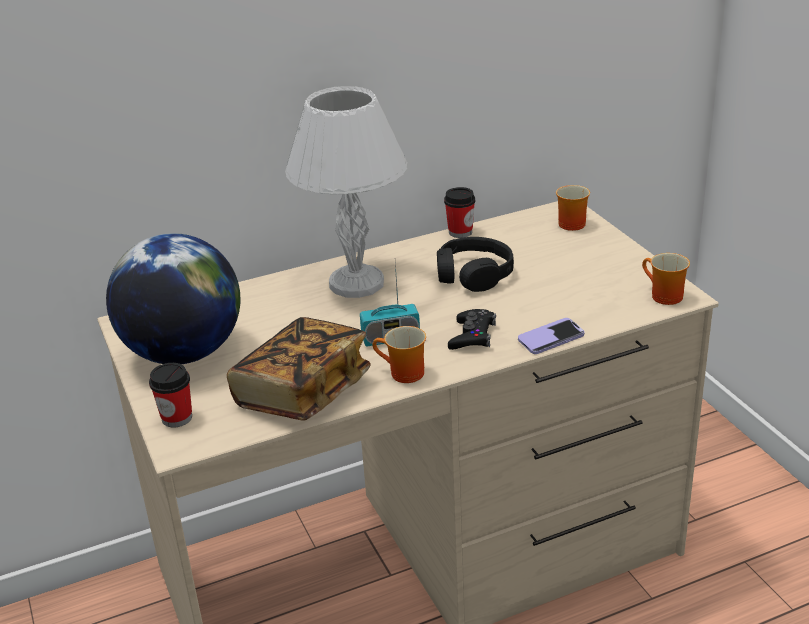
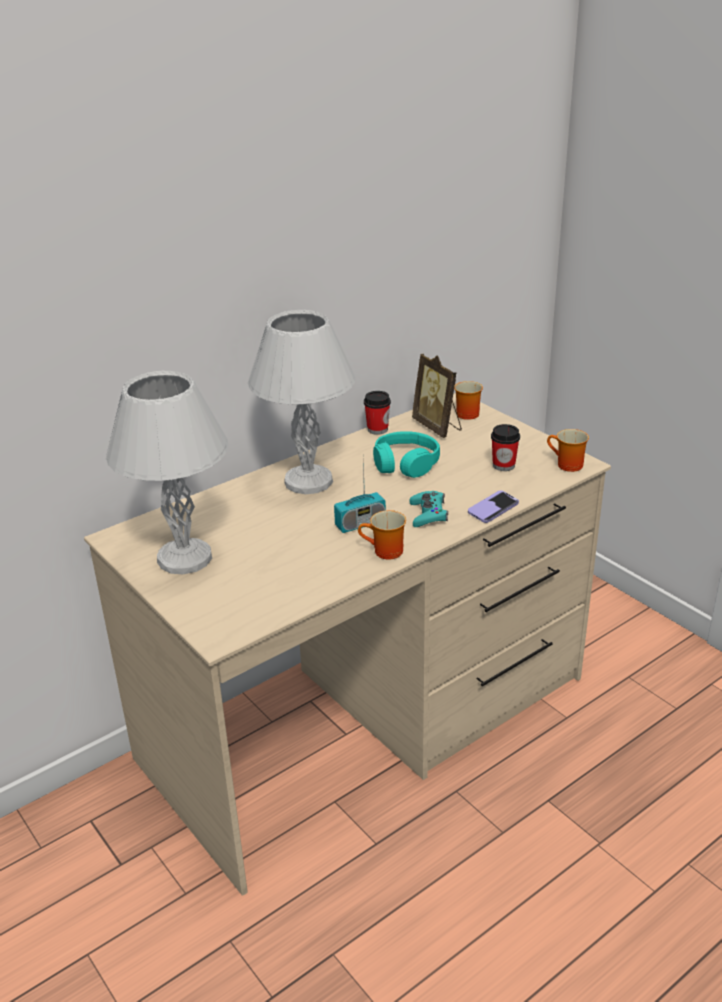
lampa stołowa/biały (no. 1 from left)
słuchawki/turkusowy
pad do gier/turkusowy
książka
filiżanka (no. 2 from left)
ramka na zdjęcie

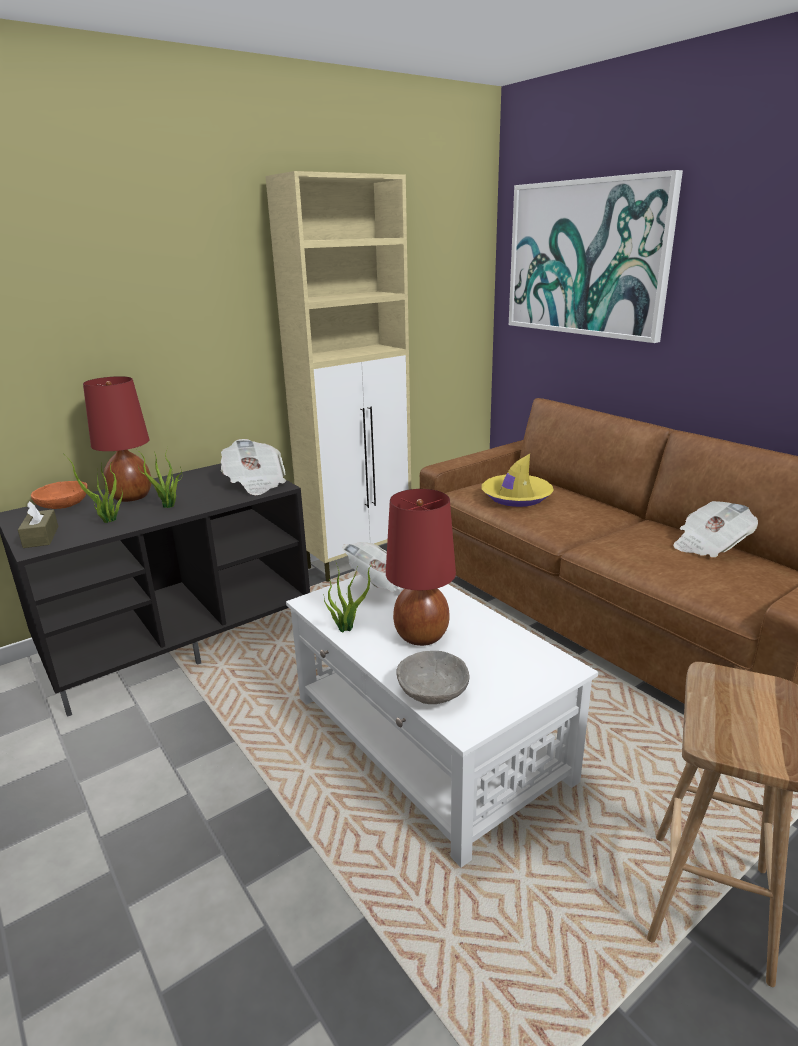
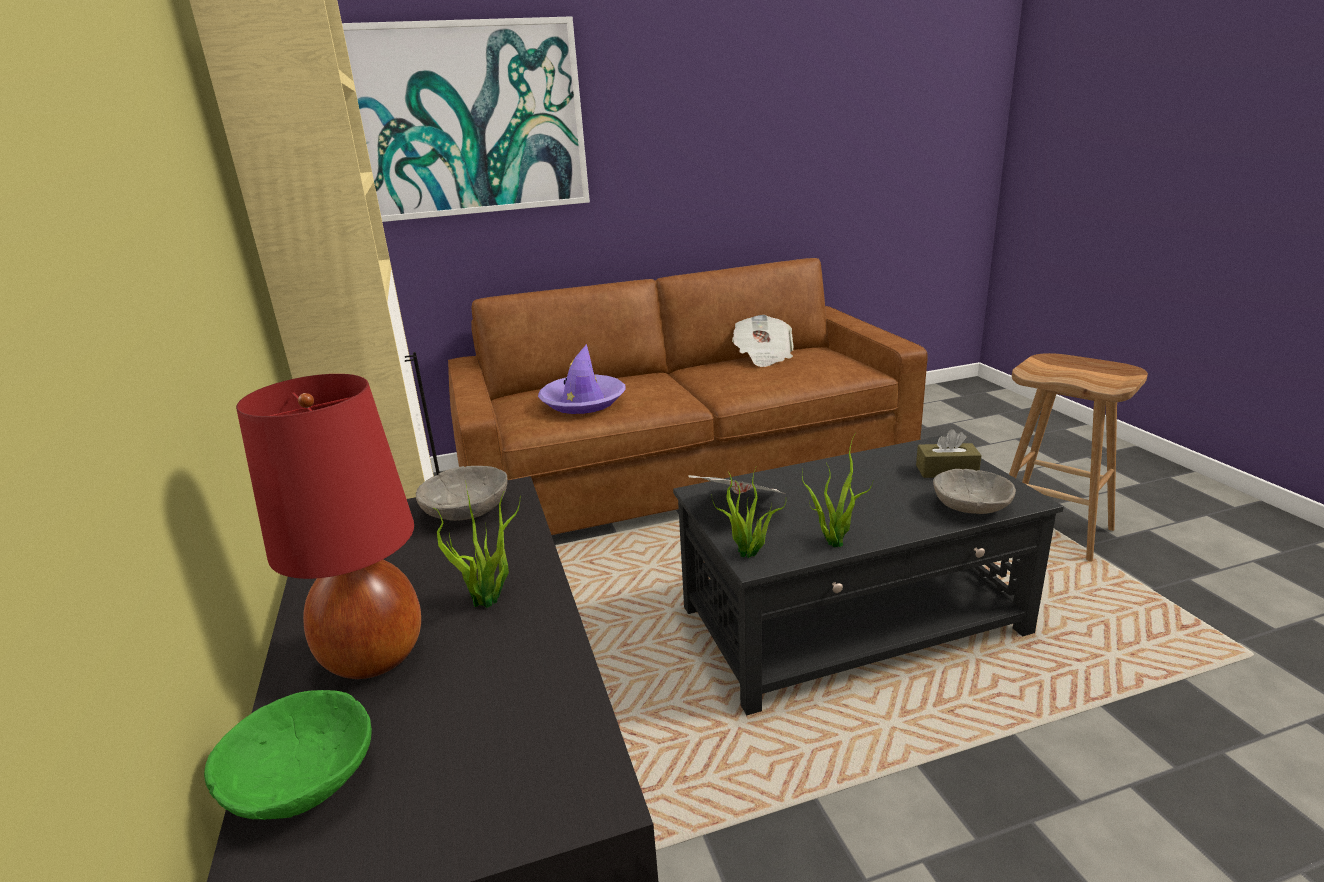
miska/szary (no. 1 from left)
kapelusz/fioletowy
roślina doniczkowa (no. 2 from left)
miska/zielony
lampa stołowa/czerwony (no. 2 from left in the first image)
pudełko chusteczek/brązowy
ława/czarny

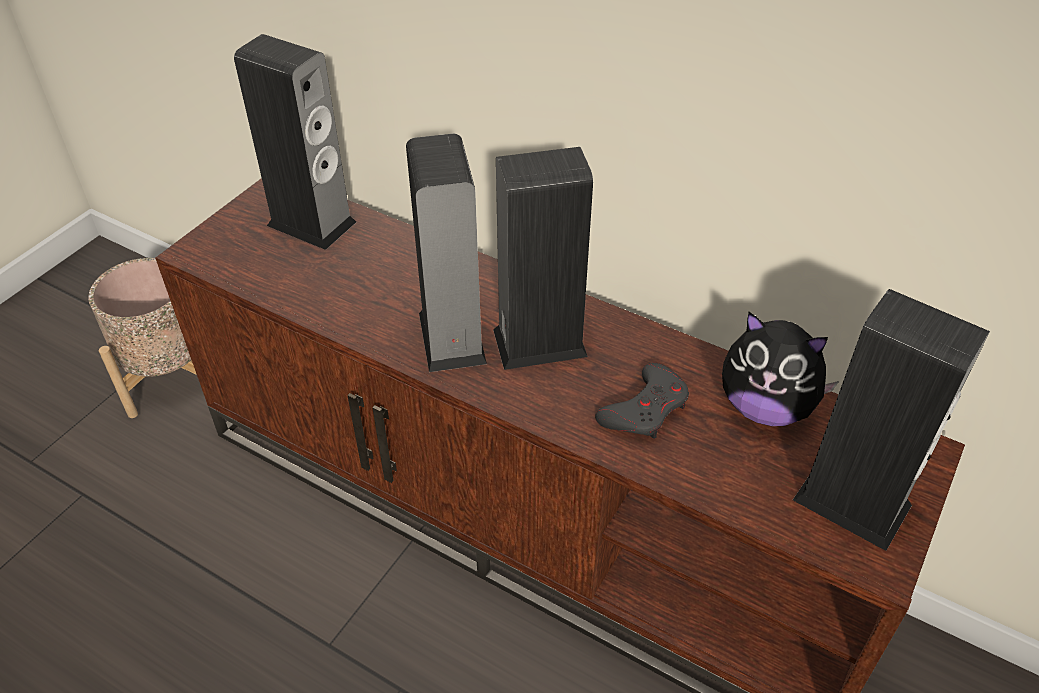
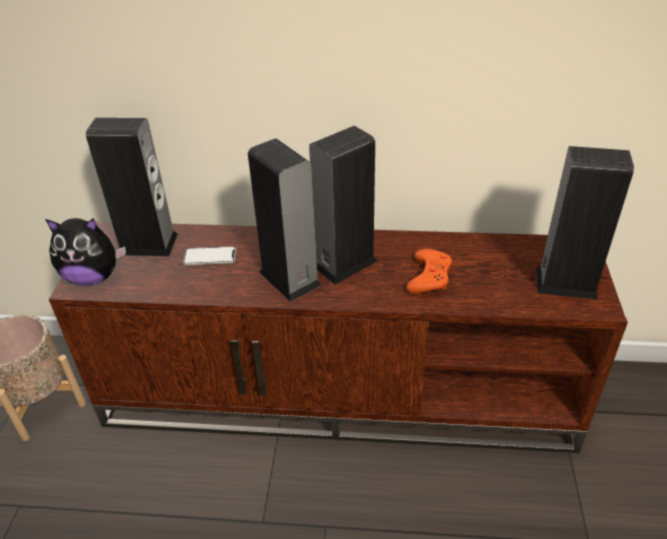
pluszak
pad do gier/pomarańczowy
telefon

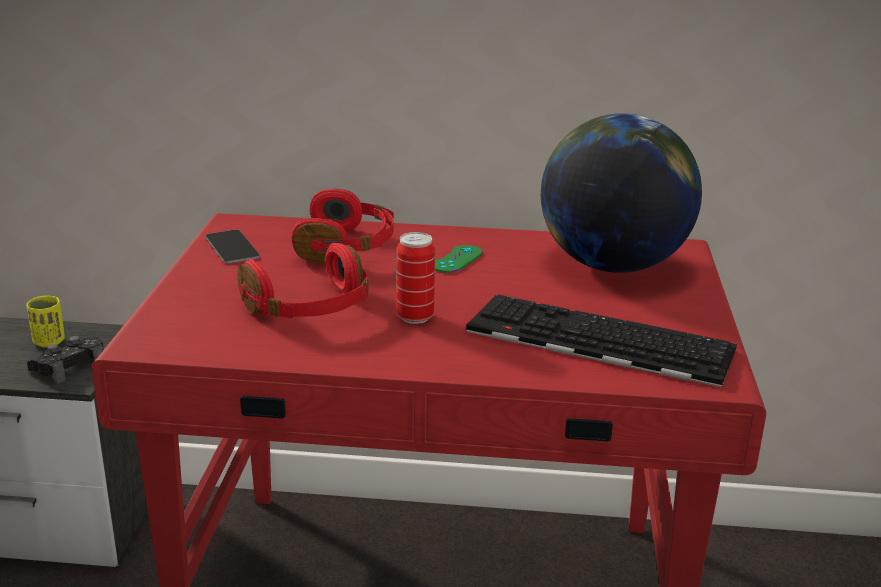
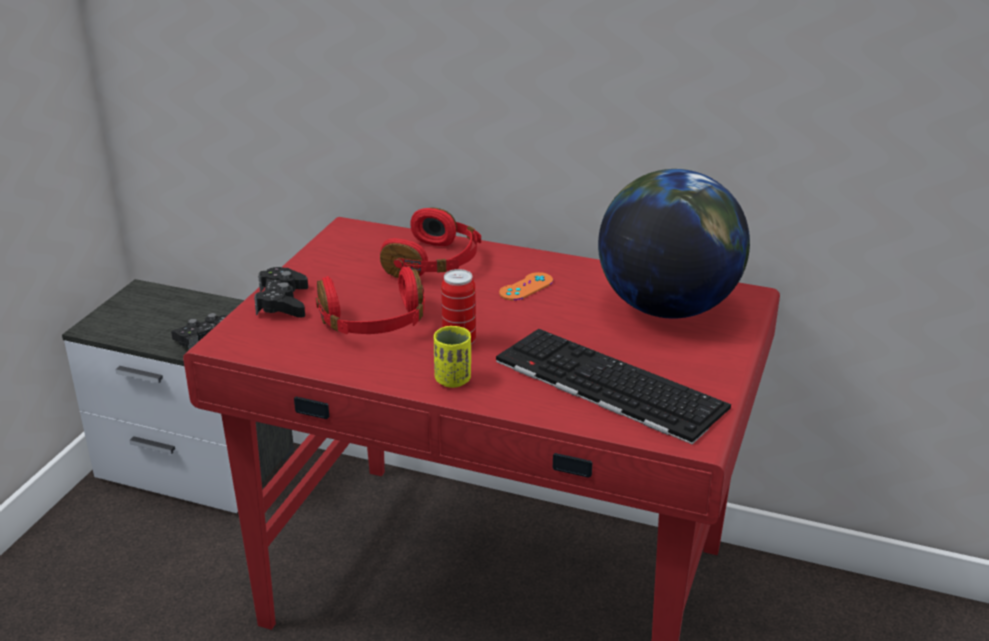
telefon
pad do gier/pomarańczowy
filiżanka/żółty
pad do gier/czarny (no. 2 from left)

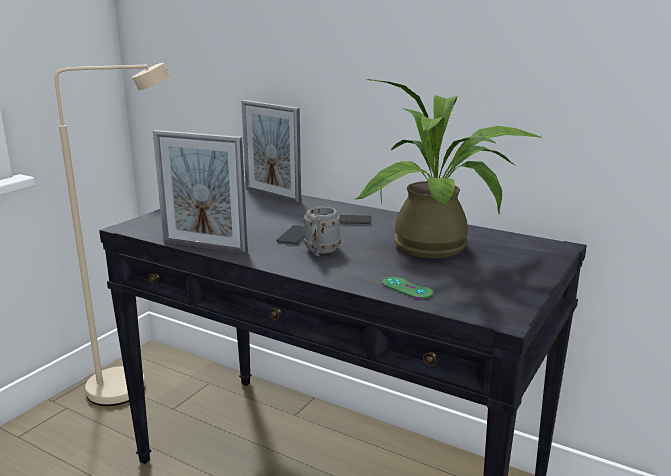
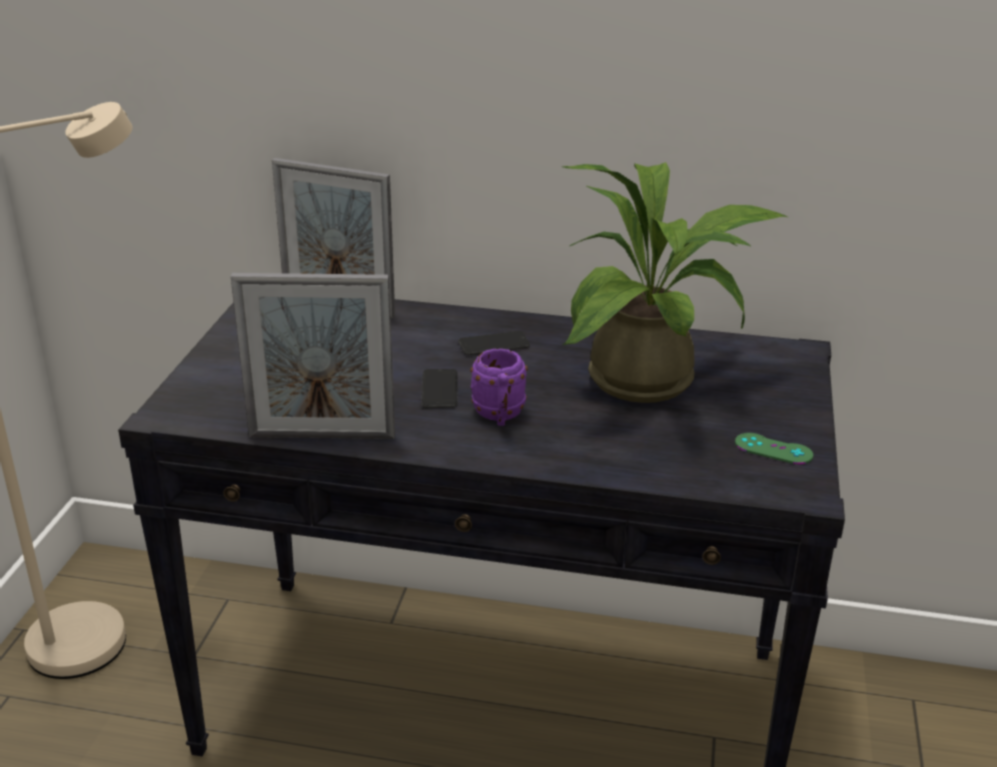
kubek/fioletowy
pad do gier/zielony

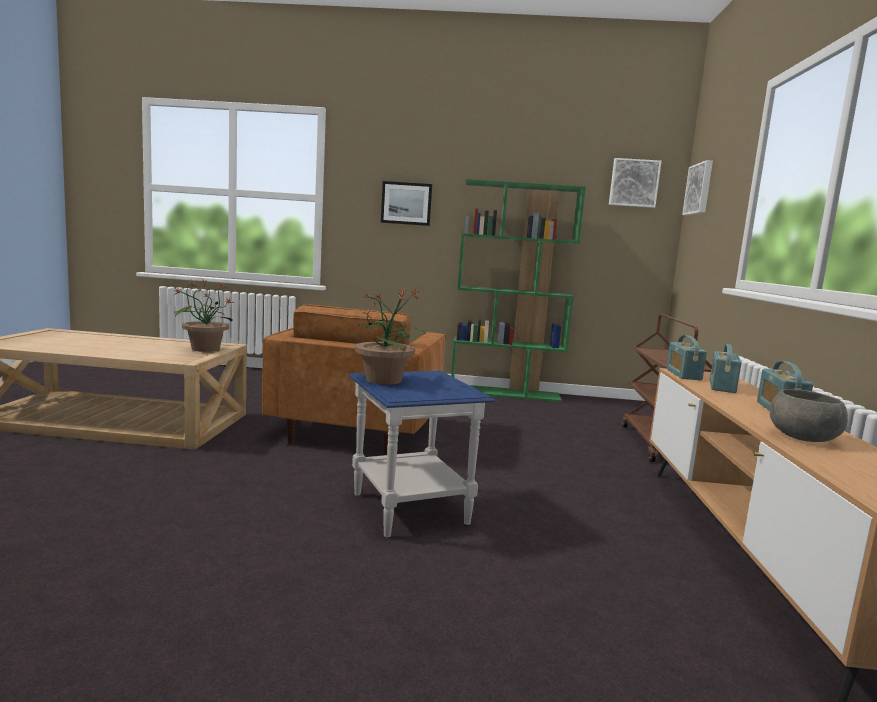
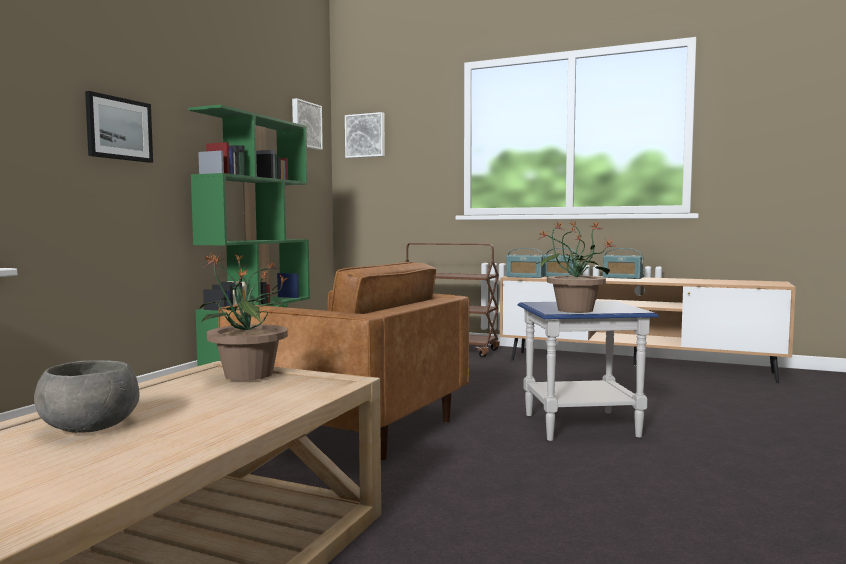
miska/szary

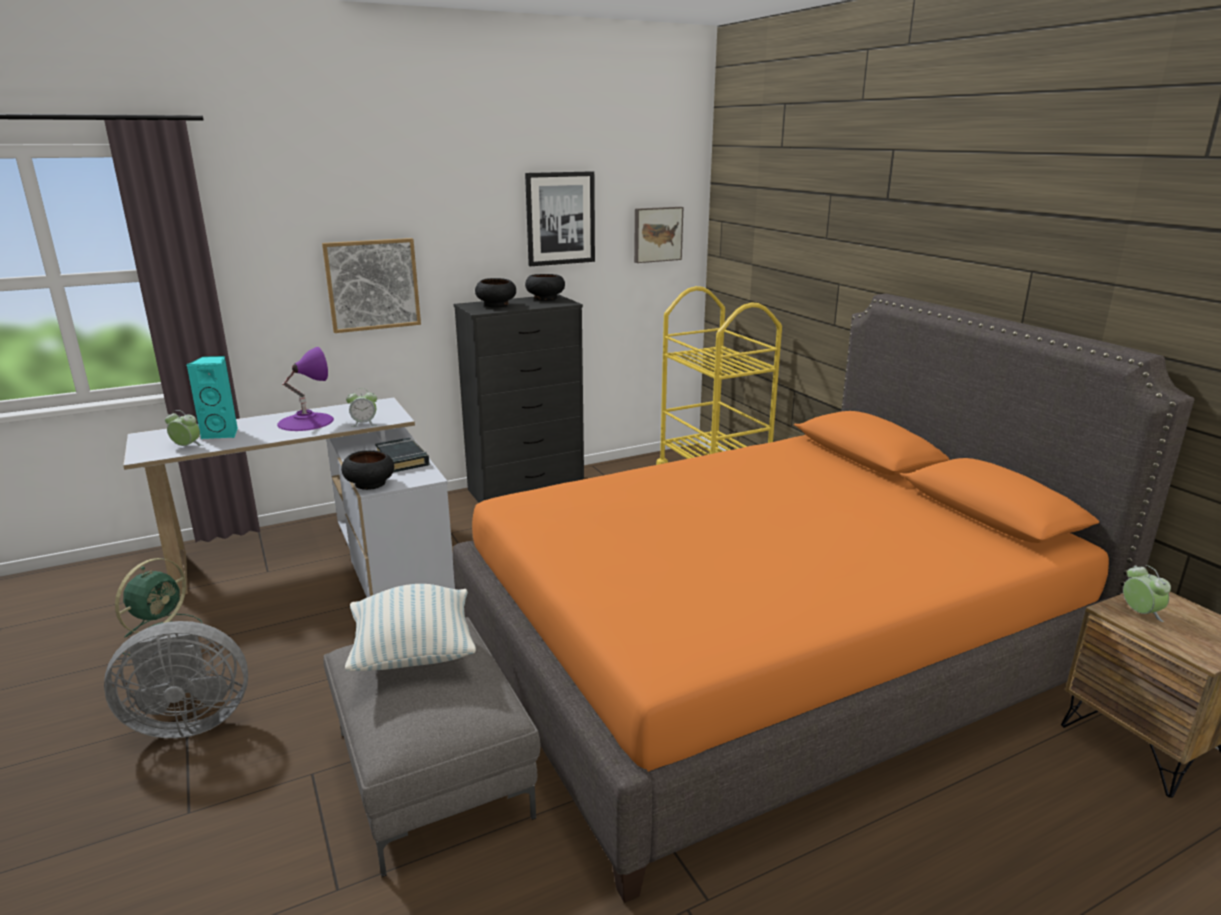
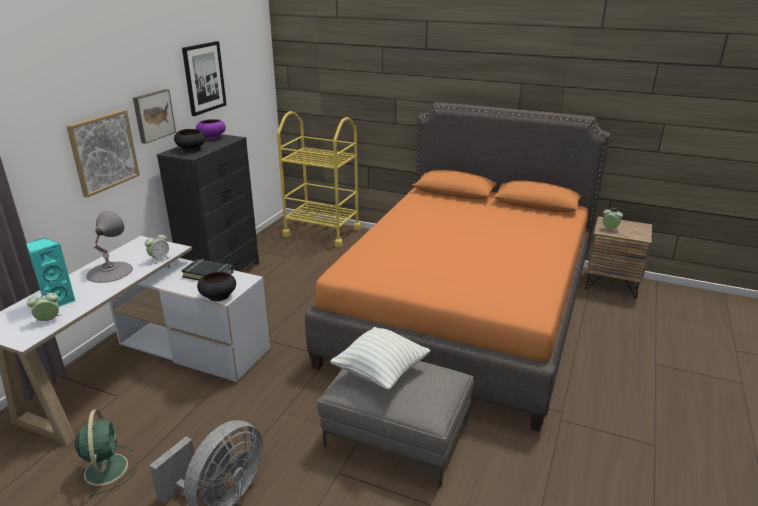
obraz (no. 2 from left)
miska/fioletowy
lampa stołowa/szary

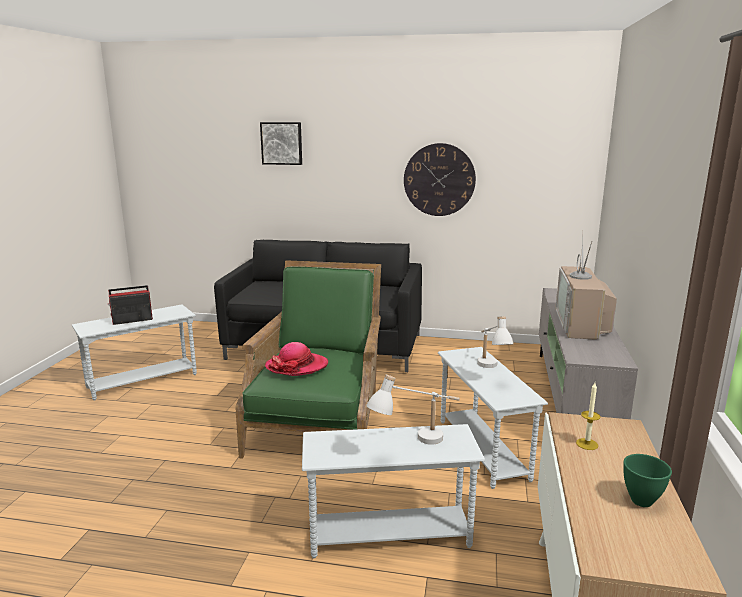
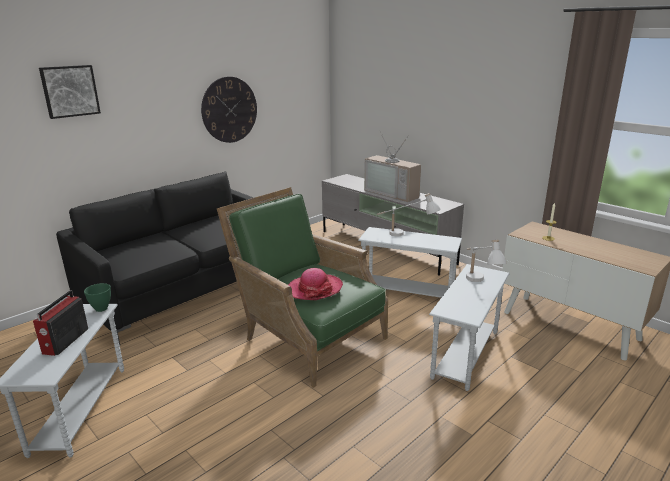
miska/zielony

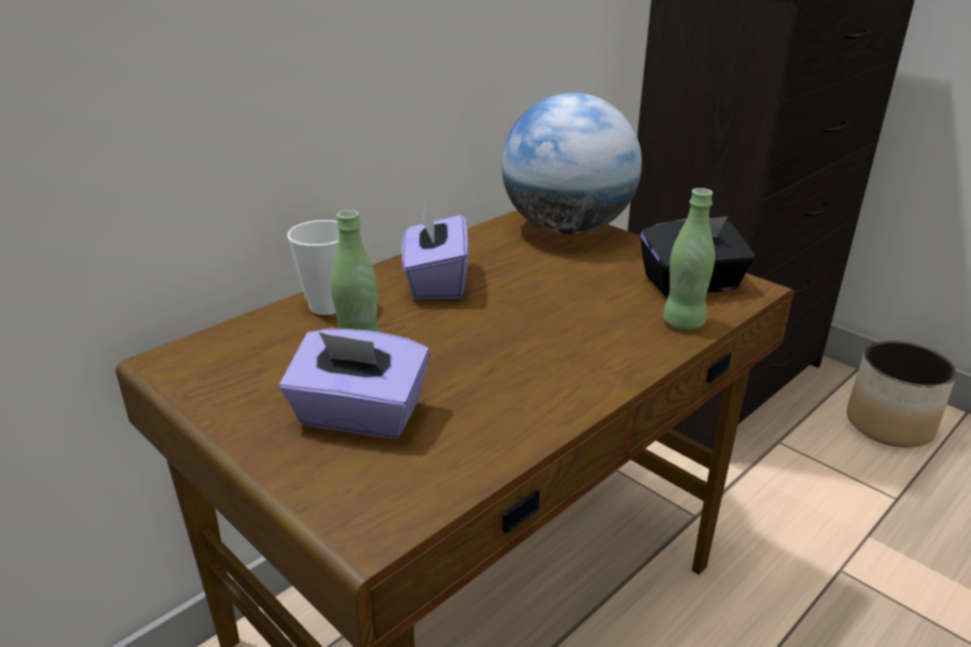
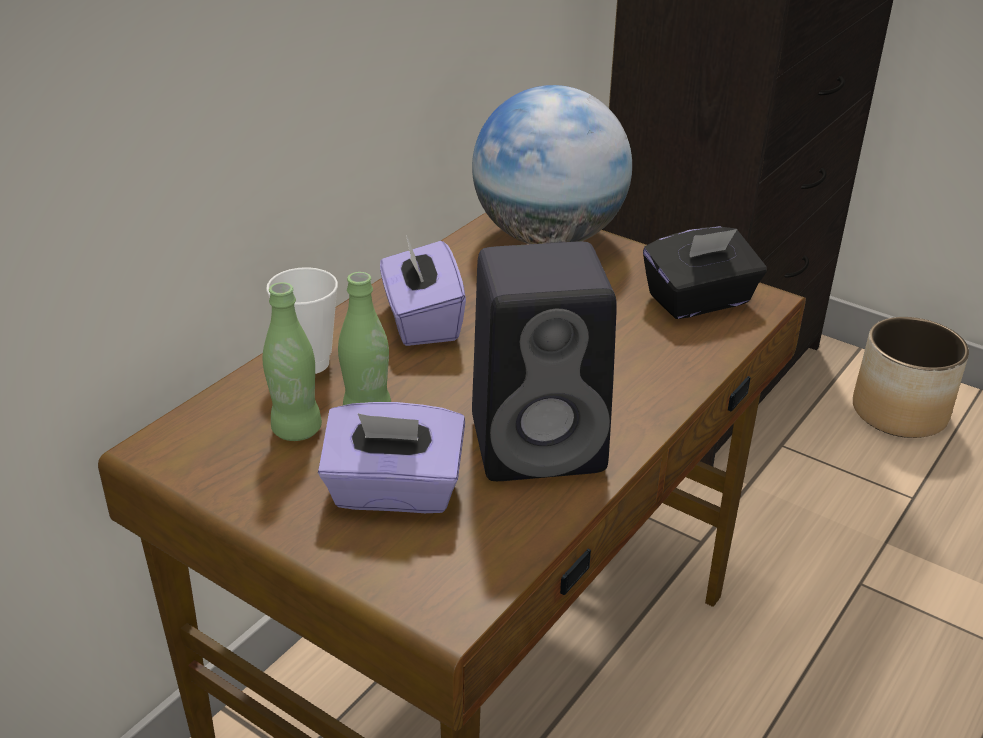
butelka/zielony (no. 1 from left)
głośnik/czarny

